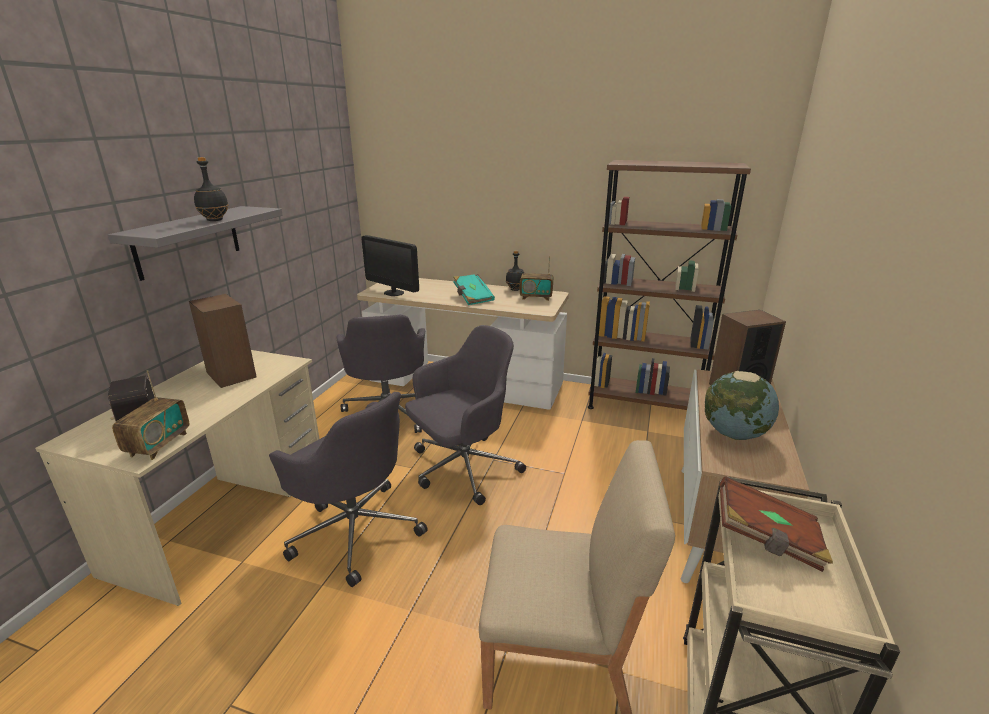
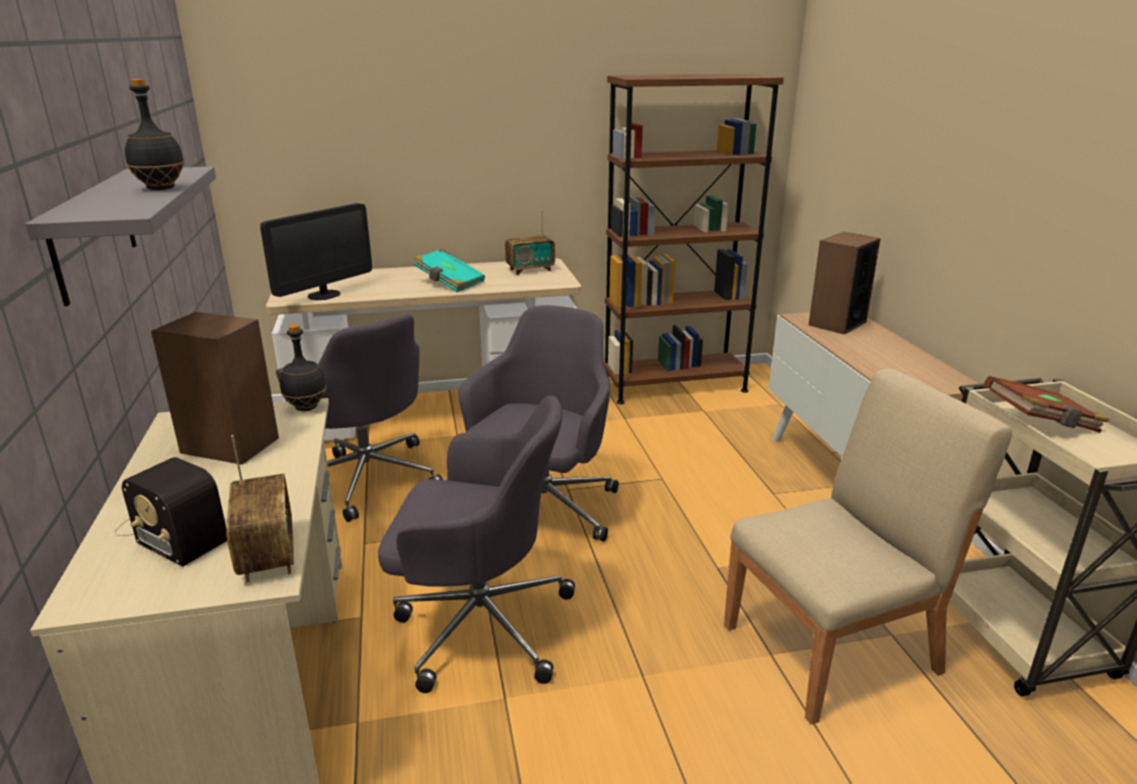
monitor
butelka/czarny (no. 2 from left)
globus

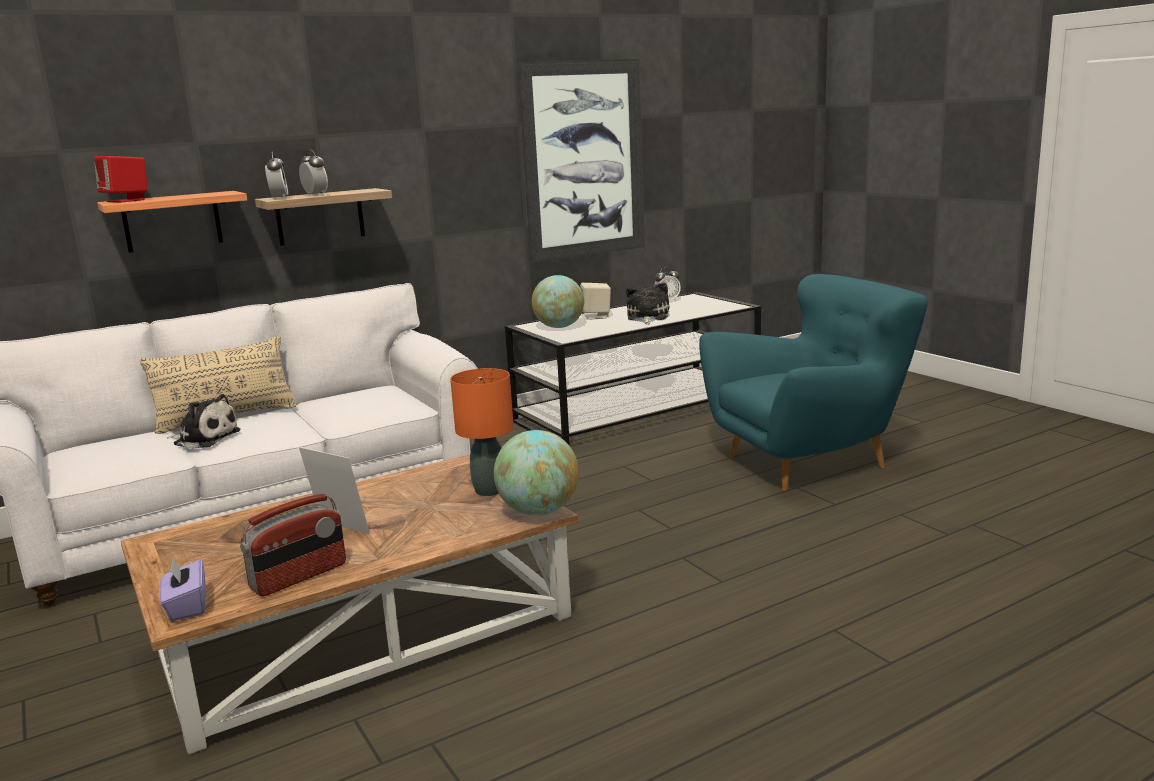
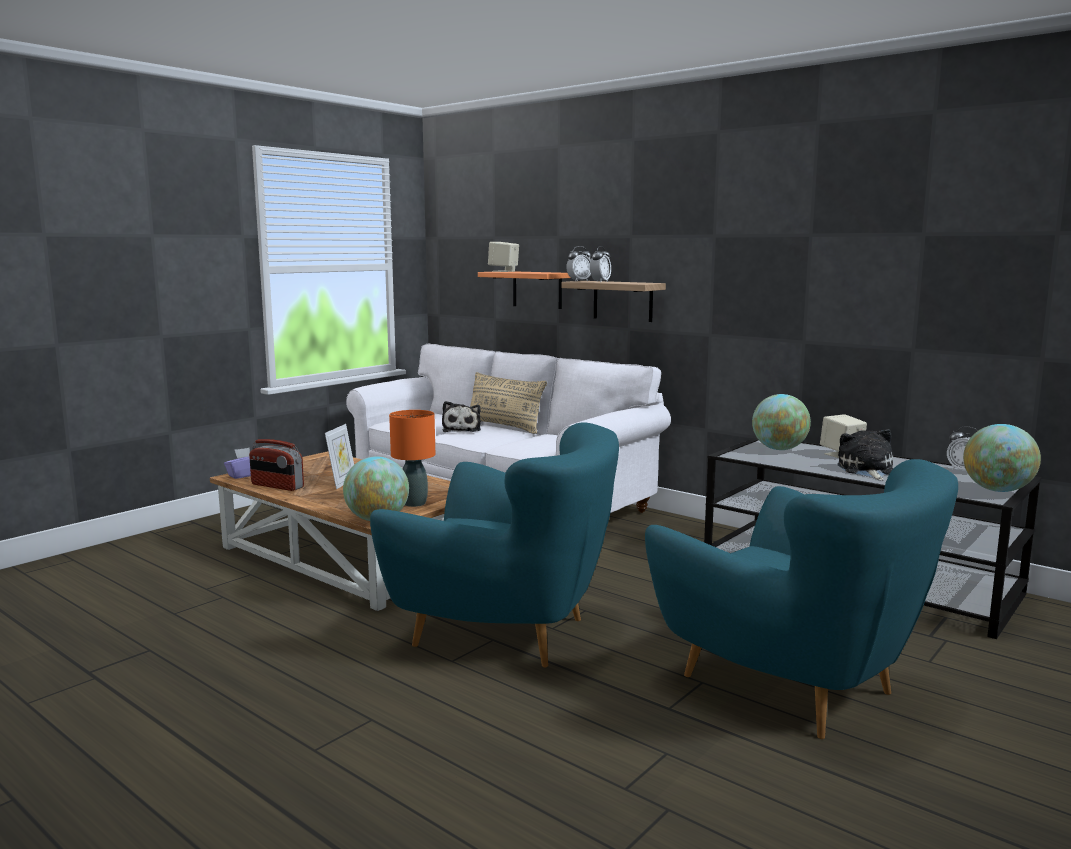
obraz
głośnik/beżowy (no. 1 from left)
pluszak (no. 2 from left)
fotel/turkusowy (no. 1 from left)
globus (no. 3 from left)

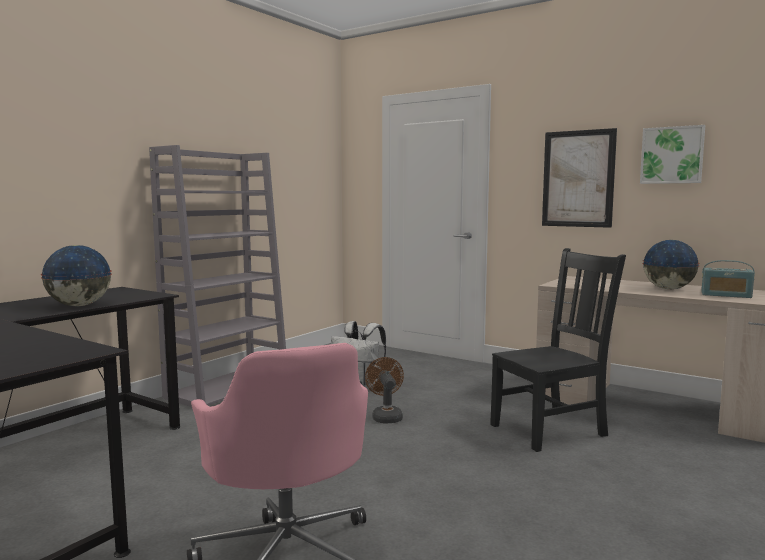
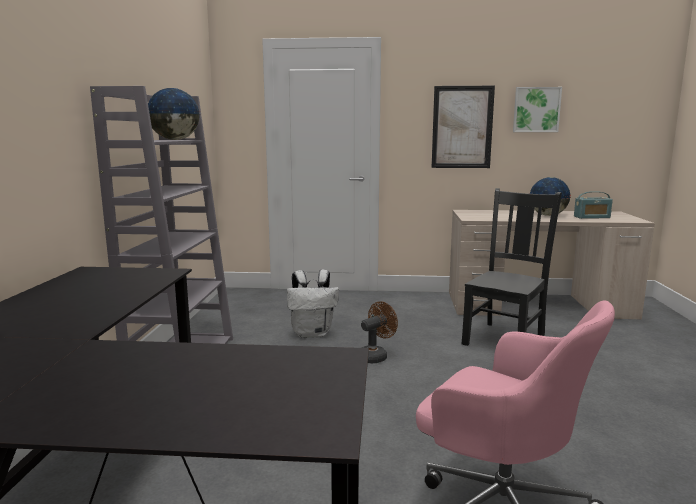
globus (no. 1 from left)
wentylator/brązowy

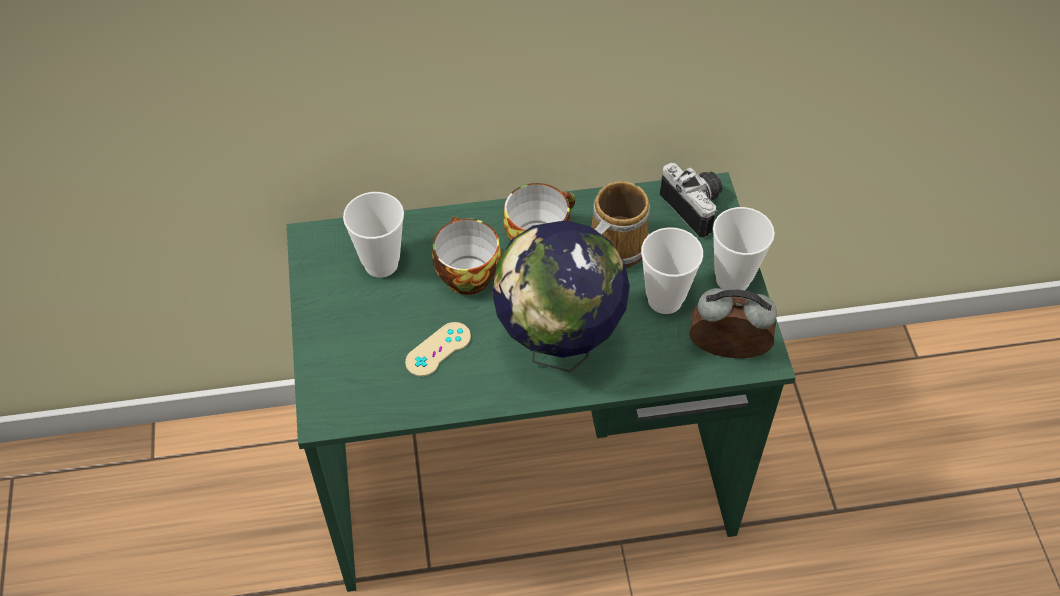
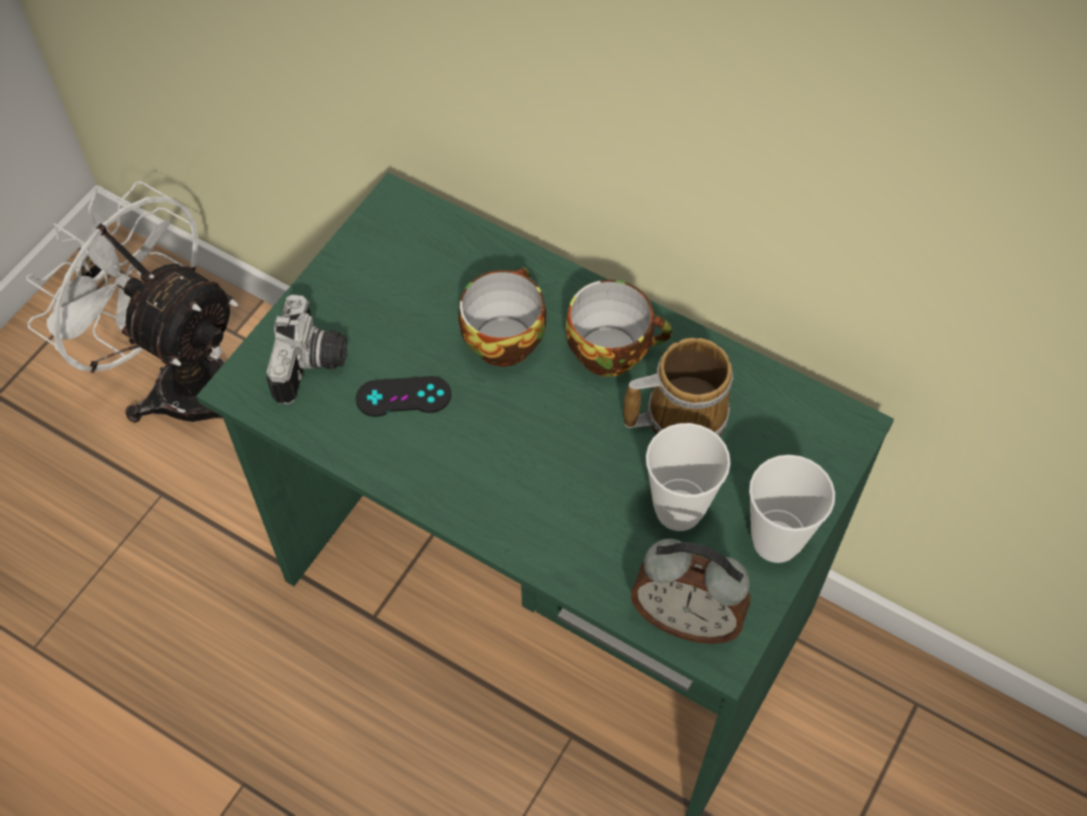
aparat fotograficzny
filiżanka (no. 1 from left in the first image)
globus
budzik
pad do gier/czarny
wentylator/biały

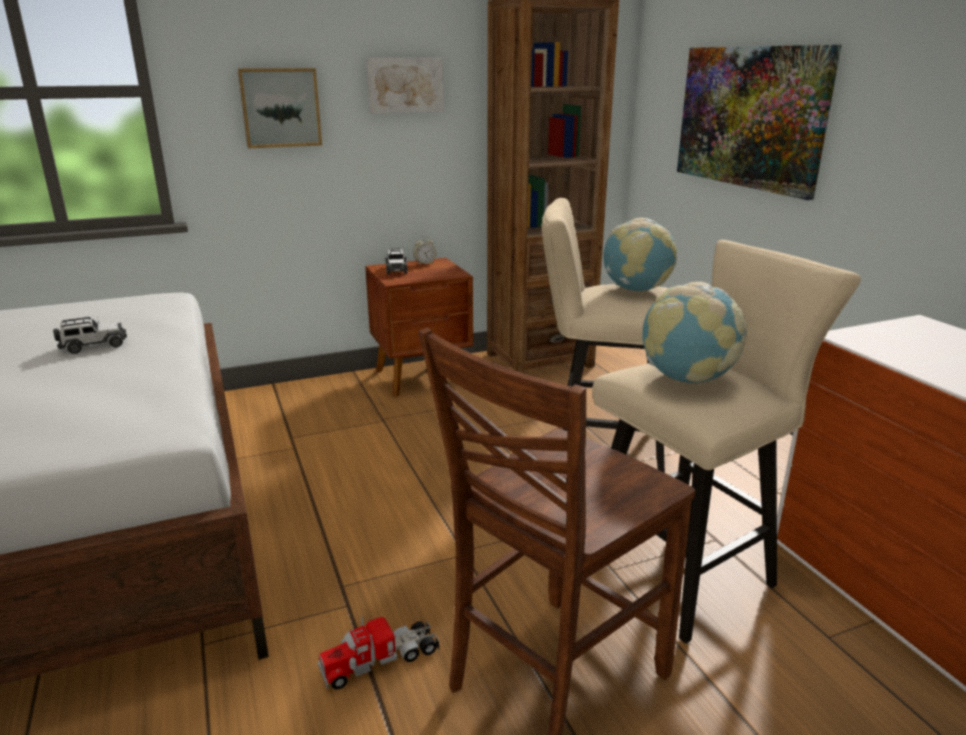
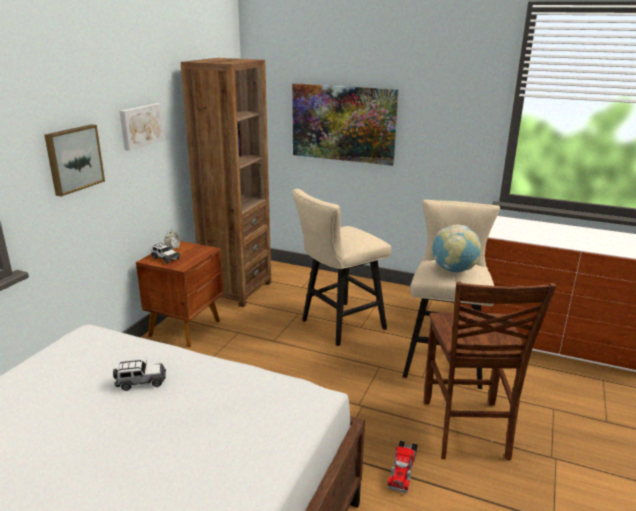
globus (no. 1 from left in the first image)
samochodzik (no. 1 from left)

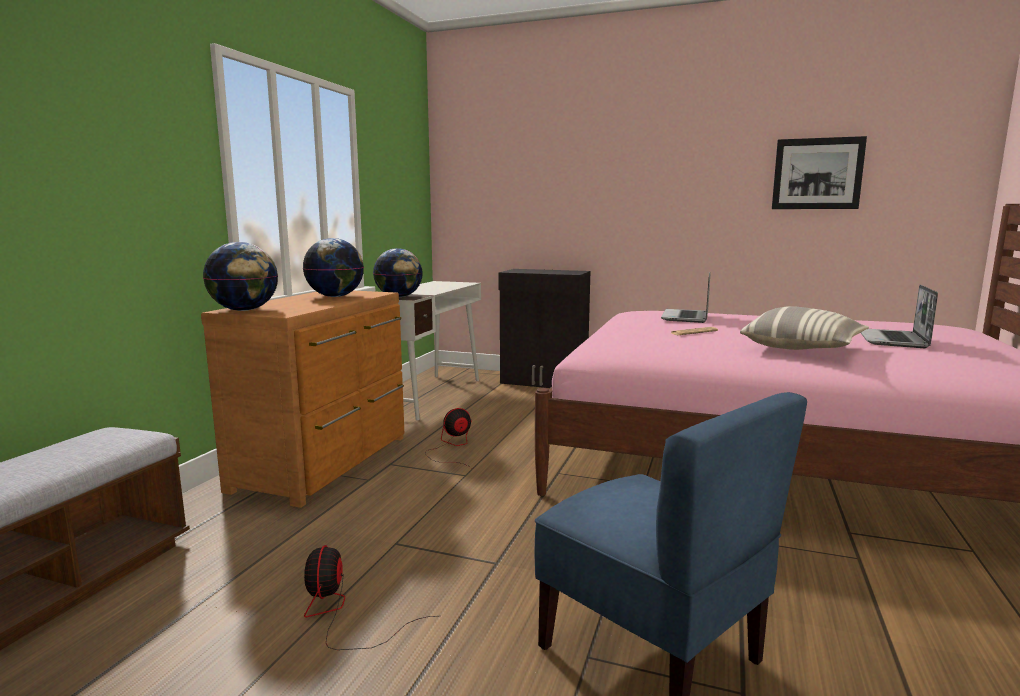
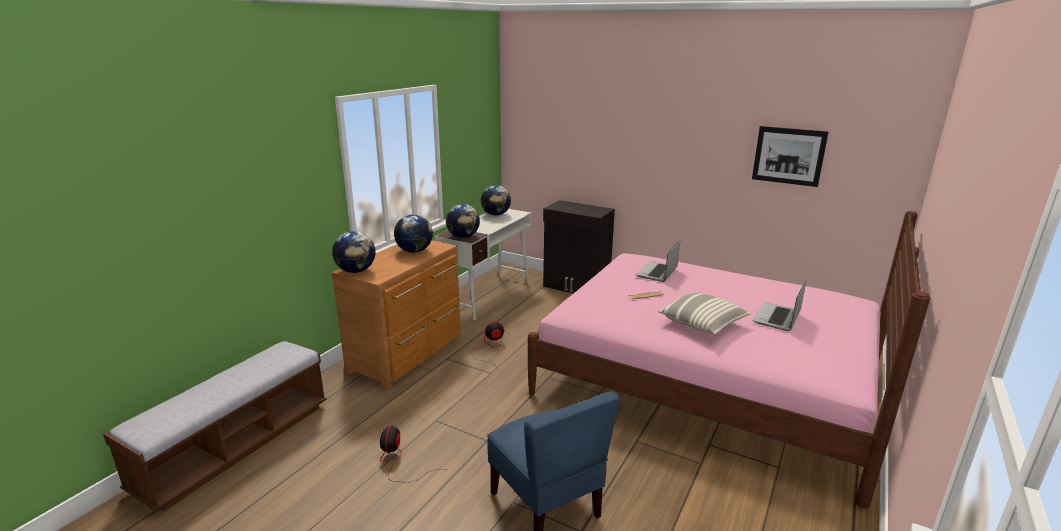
globus (no. 4 from left)

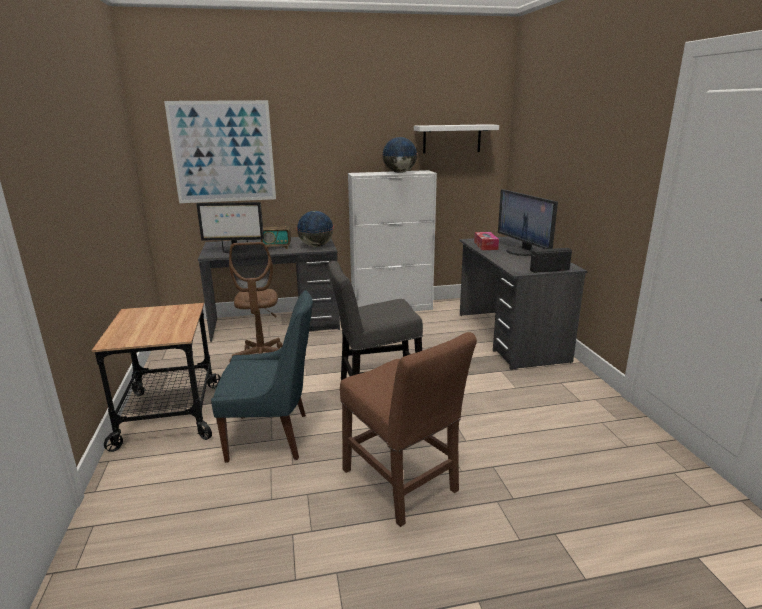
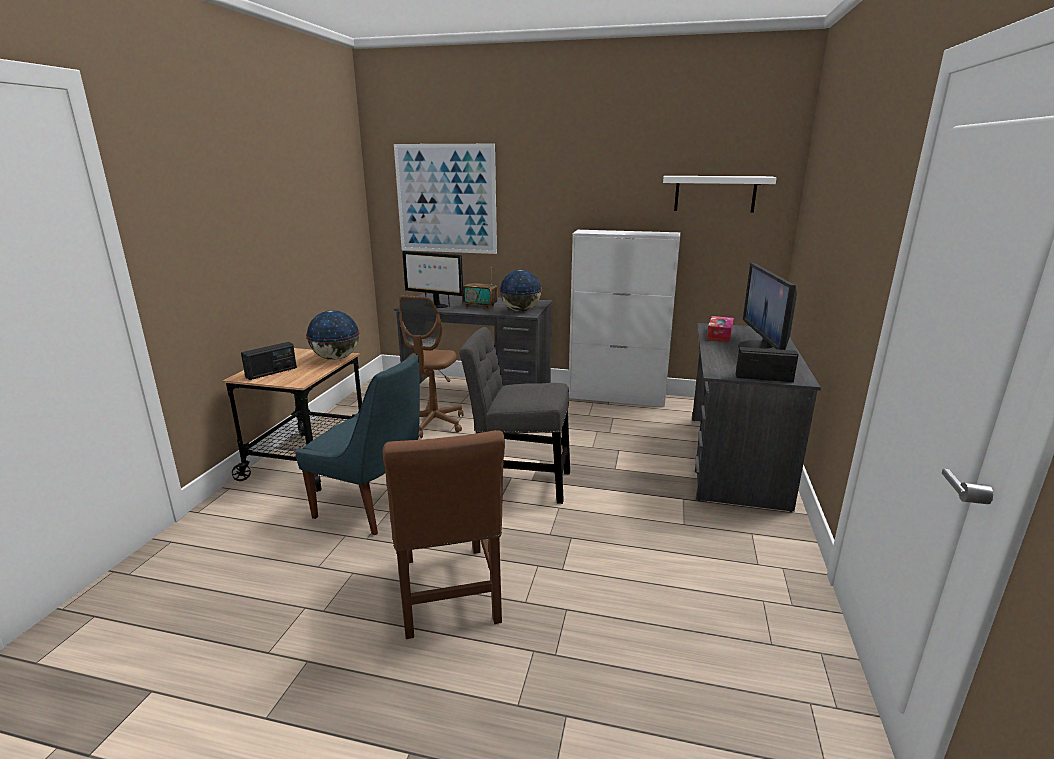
globus (no. 1 from left)
radio (no. 1 from left)

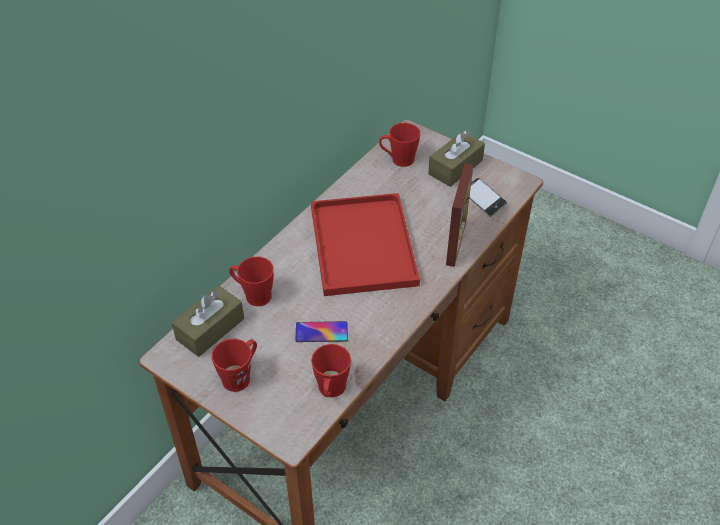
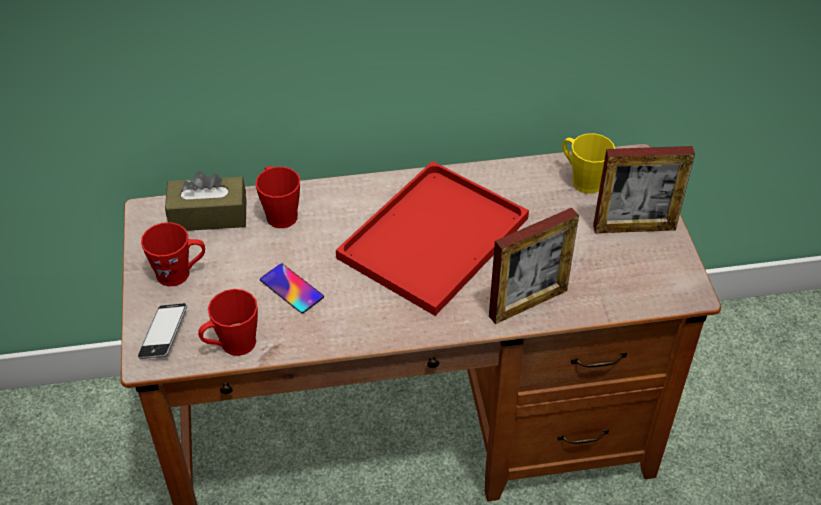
kubek/żółty
ramka na zdjęcie (no. 2 from left)
telefon (no. 1 from left)

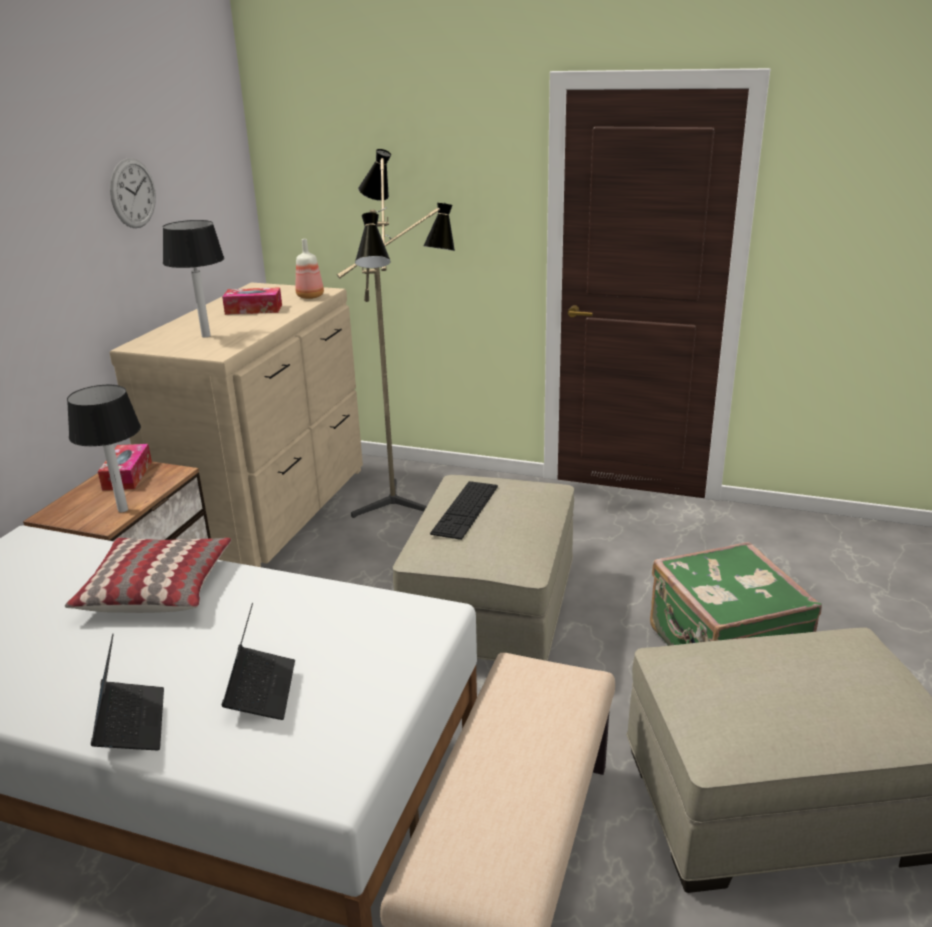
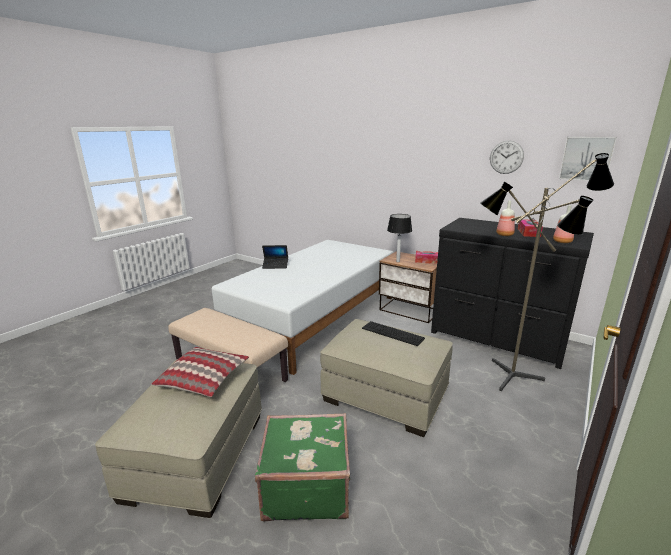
lampa stołowa (no. 2 from left in the first image)
komoda/czarny
poduszka
laptop (no. 2 from left in the first image)
obraz
butelka (no. 1 from left)

